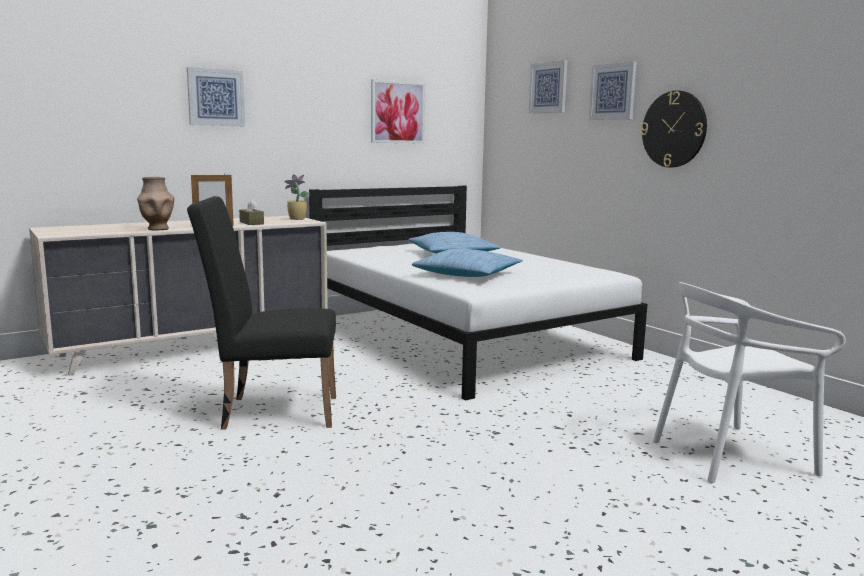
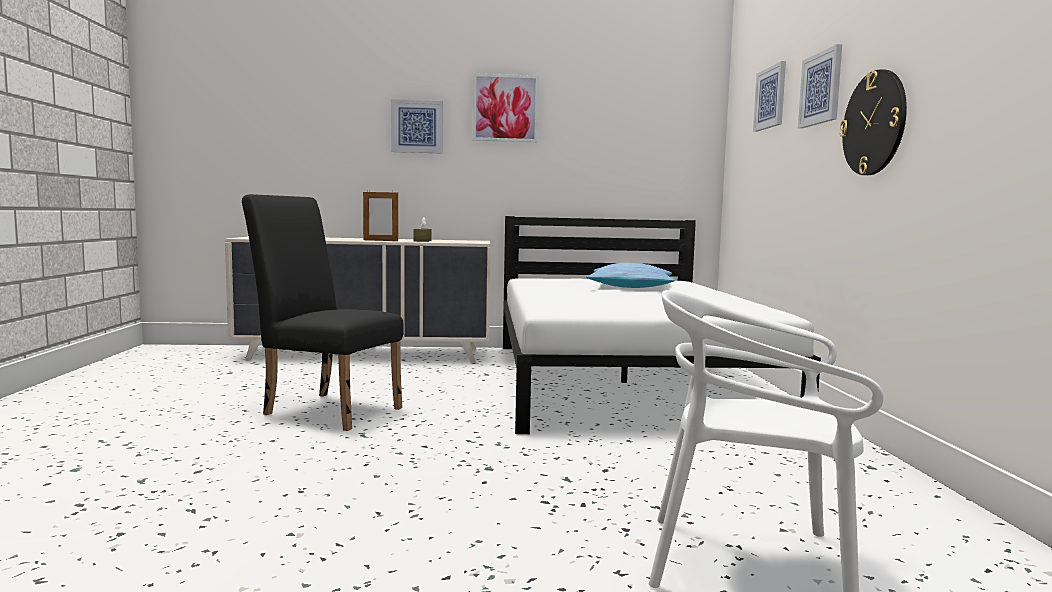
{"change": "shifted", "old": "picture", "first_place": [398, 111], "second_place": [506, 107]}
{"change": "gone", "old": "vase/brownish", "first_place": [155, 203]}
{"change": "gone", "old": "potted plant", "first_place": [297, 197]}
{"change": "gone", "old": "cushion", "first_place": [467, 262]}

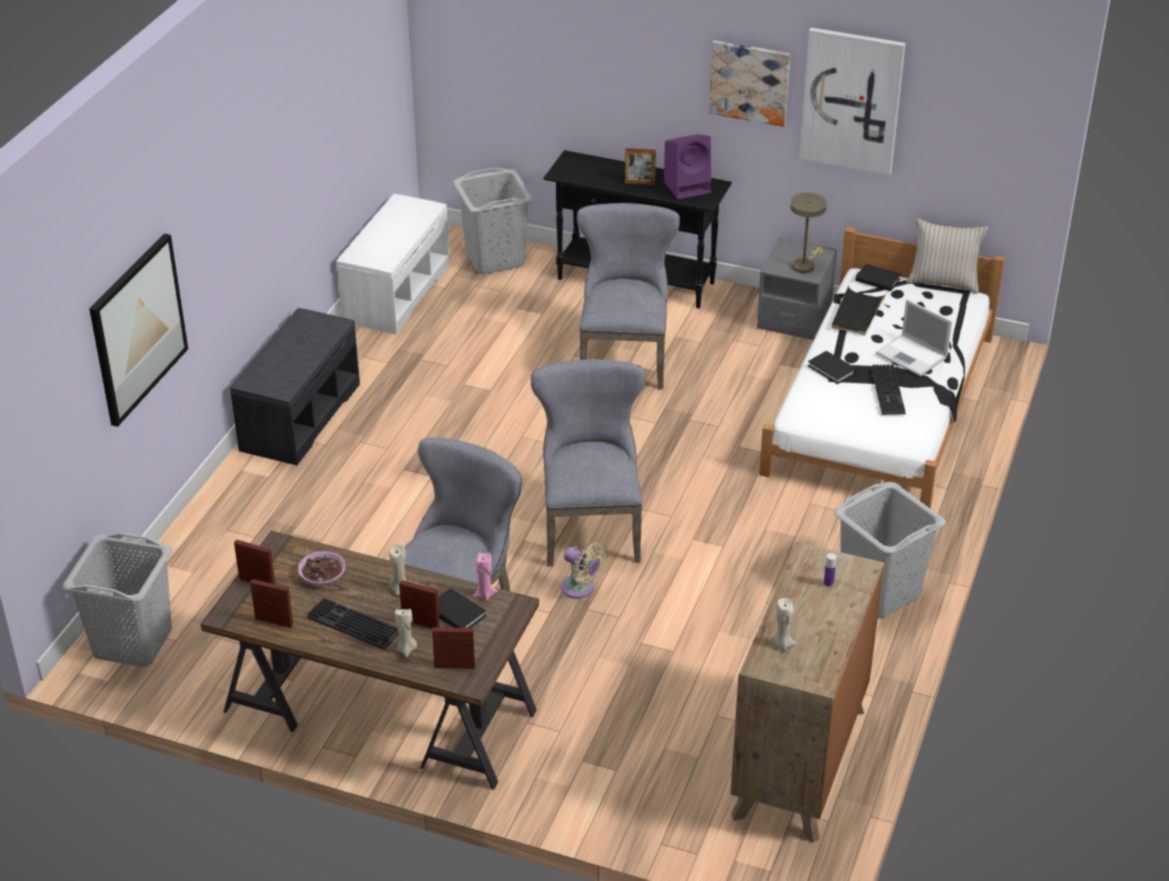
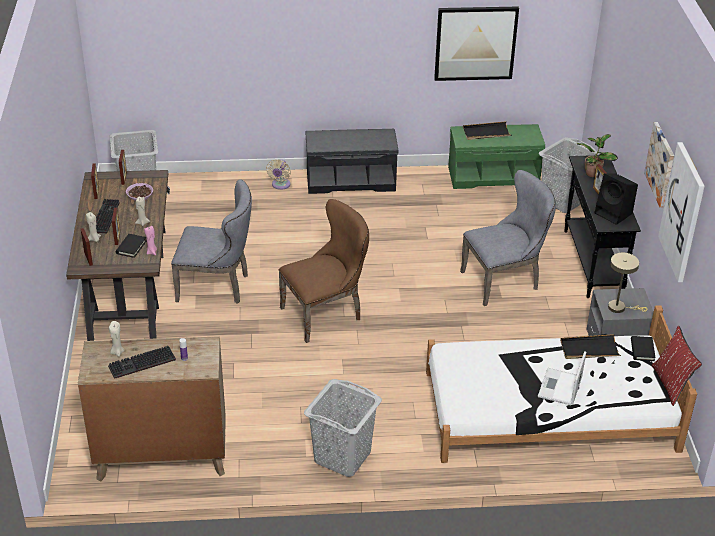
{"change": "shifted", "old": "PC keyboard", "first_place": [888, 389], "second_place": [142, 362]}
{"change": "shifted", "old": "fan/beige-coloured", "first_place": [583, 571], "second_place": [278, 174]}
{"change": "repainted", "old": "upright chair/grey", "new": "upright chair/brownish", "first_place": [588, 462], "second_place": [324, 271]}
{"change": "shifted", "old": "picture", "first_place": [138, 330], "second_place": [476, 44]}
{"change": "repainted", "old": "long seat/white-coloured", "new": "long seat/green", "first_place": [393, 264], "second_place": [496, 156]}
{"change": "new", "new": "tray/blackish", "second_place": [487, 130]}
{"change": "new", "new": "potted plant", "second_place": [597, 155]}
{"change": "repainted", "old": "speaker/purplish", "new": "speaker/blackish", "first_place": [687, 166], "second_place": [616, 199]}
{"change": "repainted", "old": "cushion/beige-coloured", "new": "cushion/red-coloured", "first_place": [947, 256], "second_place": [677, 366]}
{"change": "gone", "old": "bound book/blackish", "first_place": [832, 367]}

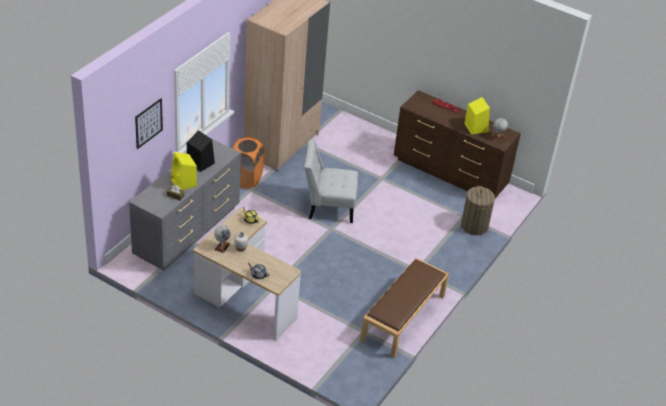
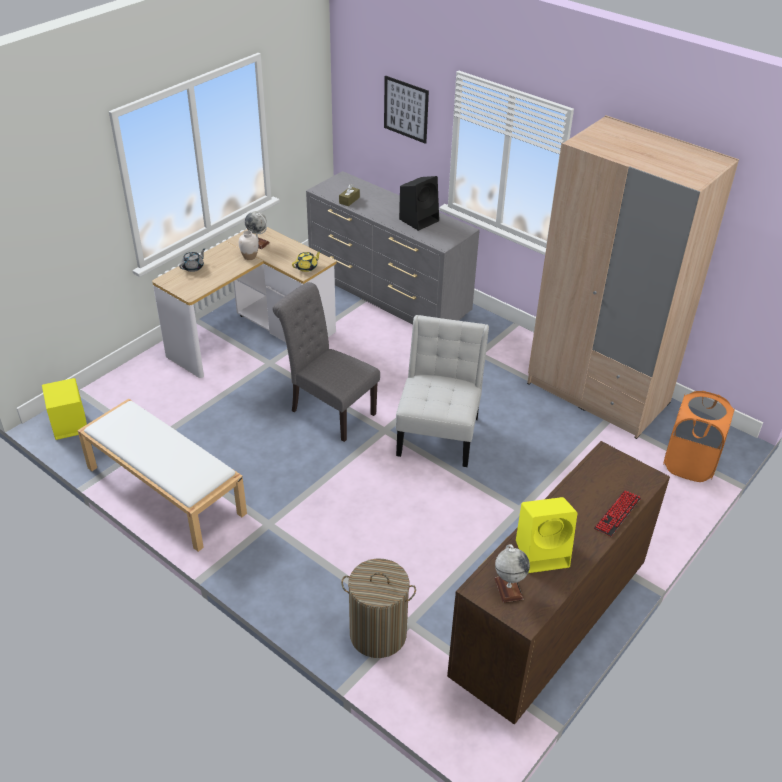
{"change": "shifted", "old": "speaker/yellowish", "first_place": [184, 171], "second_place": [64, 409]}
{"change": "repainted", "old": "long seat/brownish", "new": "long seat/white-coloured", "first_place": [404, 308], "second_place": [162, 475]}
{"change": "new", "new": "upright chair/grey", "second_place": [326, 362]}
{"change": "shifted", "old": "hamper/orange-coloured", "first_place": [248, 162], "second_place": [699, 436]}

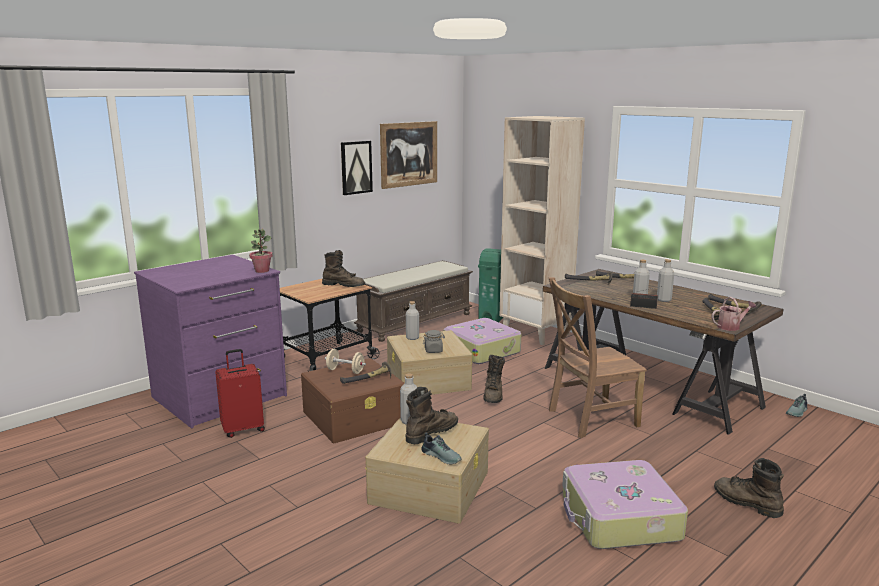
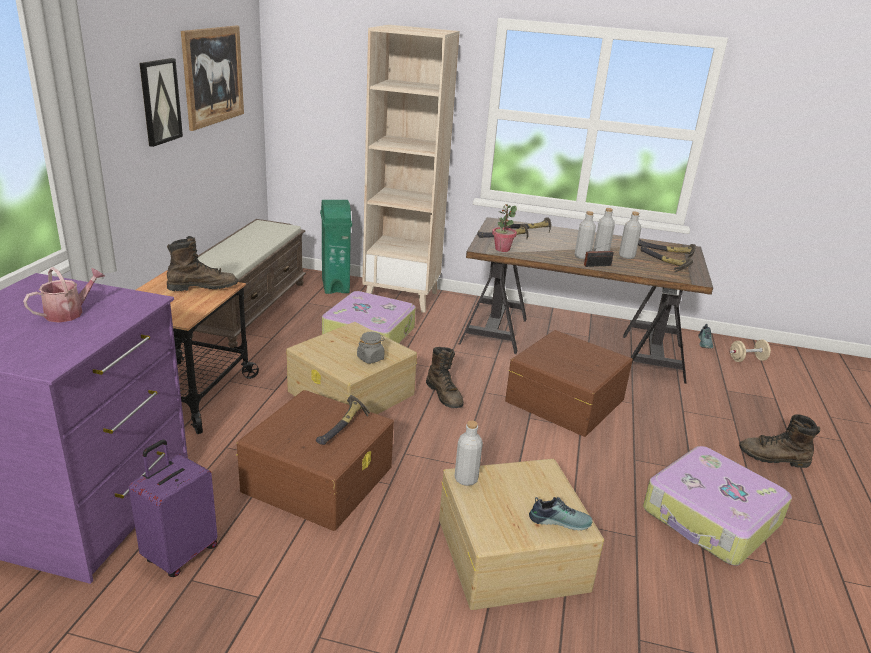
{"change": "shifted", "old": "watering pot", "first_place": [734, 314], "second_place": [64, 295]}
{"change": "repainted", "old": "piece of luggage/red-coloured", "new": "piece of luggage/purplish", "first_place": [240, 393], "second_place": [173, 508]}
{"change": "shifted", "old": "potted plant", "first_place": [261, 251], "second_place": [504, 228]}
{"change": "swapped", "old": "upright chair/brownish", "new": "storage bin/brownish", "first_place": [597, 357], "second_place": [569, 383]}
{"change": "shifted", "old": "bottle/grey", "first_place": [412, 320], "second_place": [630, 235]}
{"change": "shifted", "old": "dumbbell/beige-coloured", "first_place": [345, 361], "second_place": [750, 351]}
{"change": "gone", "old": "tall boot/brownish", "first_place": [432, 415]}

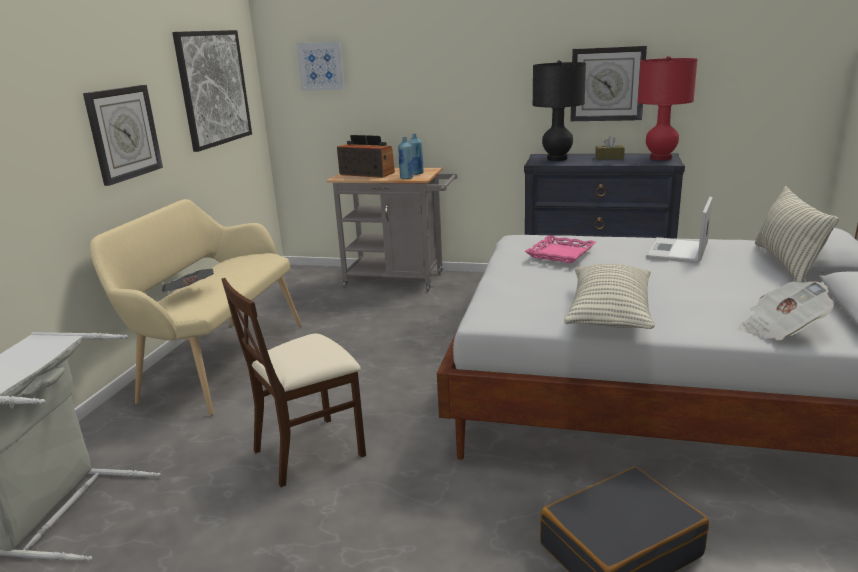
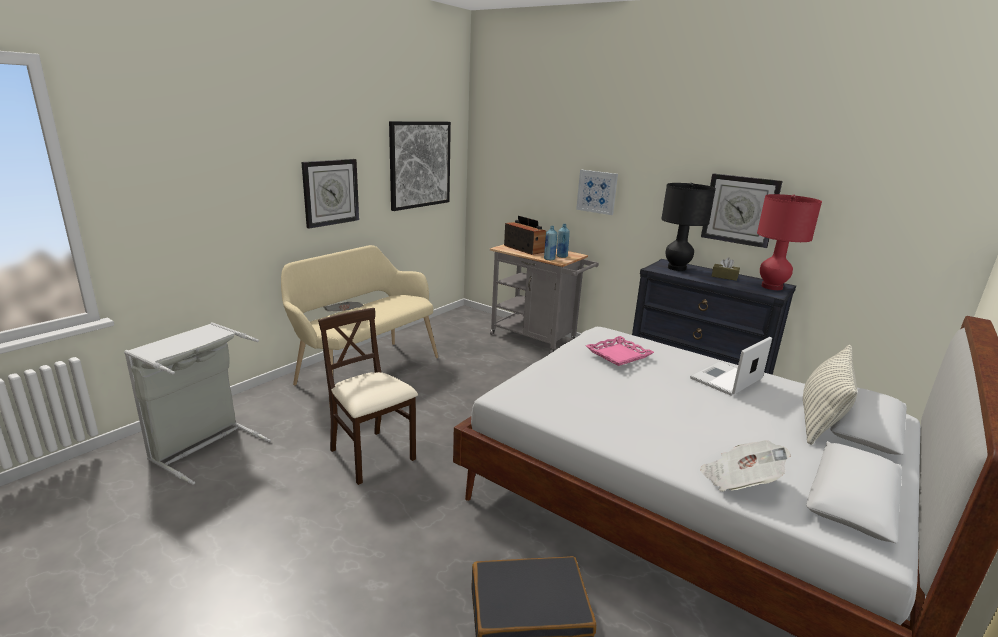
{"change": "rotated", "old": "upright chair/beige-coloured", "first_place": [293, 382], "second_place": [368, 396], "degrees": 60}
{"change": "shifted", "old": "picture", "first_place": [320, 66], "second_place": [597, 192]}
{"change": "gone", "old": "cushion", "first_place": [609, 296]}

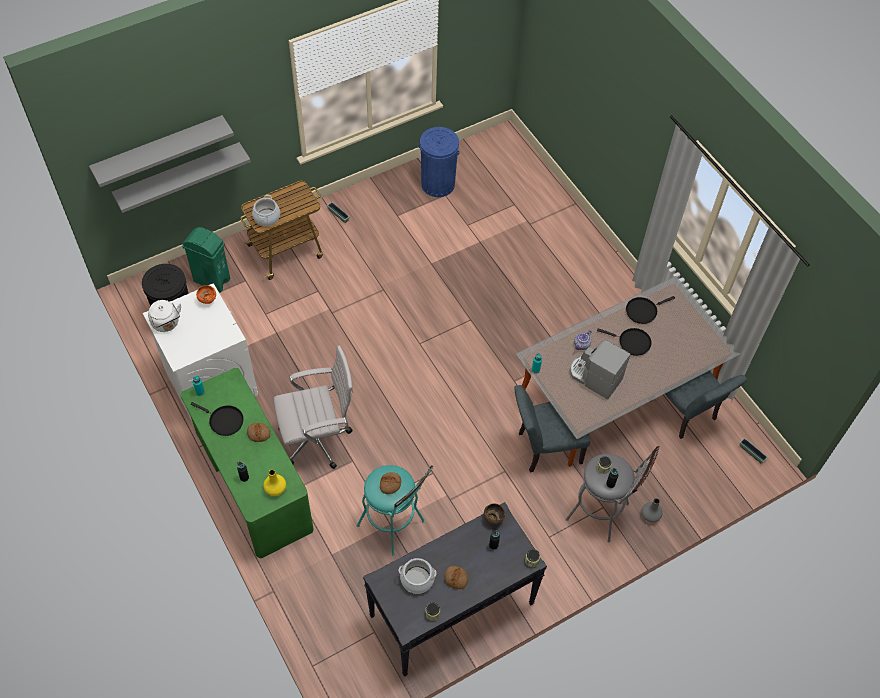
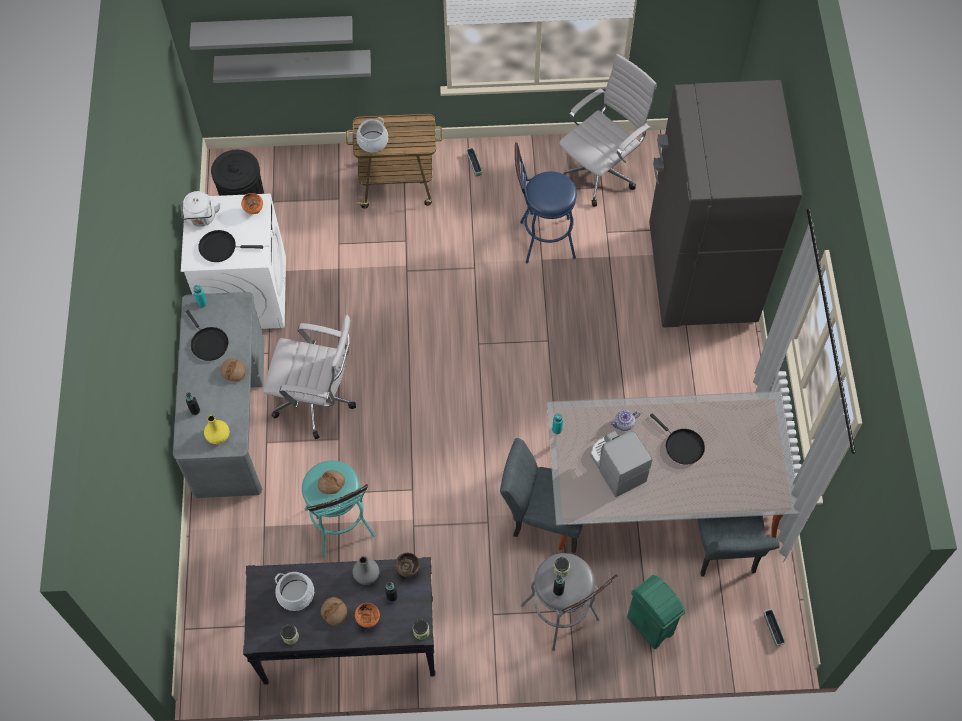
{"change": "repainted", "old": "desk unit/green", "new": "desk unit/grey", "first_place": [247, 463], "second_place": [219, 395]}
{"change": "shifted", "old": "skillet/blackish", "first_place": [650, 310], "second_place": [230, 246]}
{"change": "shifted", "old": "vase/grey", "first_place": [652, 510], "second_place": [366, 570]}
{"change": "new", "new": "serving bowl/orange-coloured", "second_place": [367, 615]}
{"change": "new", "new": "sitting stool/blue", "second_place": [546, 202]}
{"change": "swapped", "old": "waste bin/blue", "new": "computer chair/white-coloured", "first_place": [439, 162], "second_place": [608, 130]}
{"change": "shifted", "old": "waste bin/green", "first_place": [206, 260], "second_place": [656, 612]}
{"change": "new", "new": "fridge/grey", "second_place": [725, 204]}

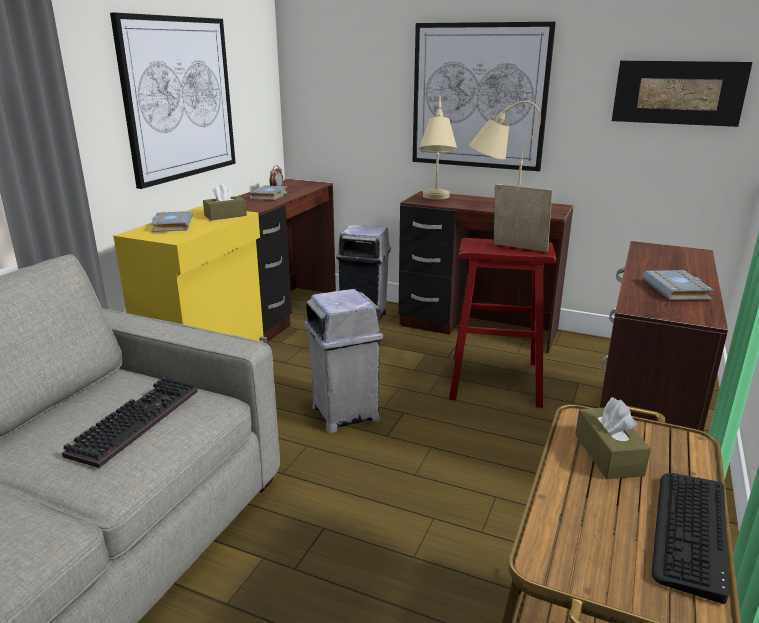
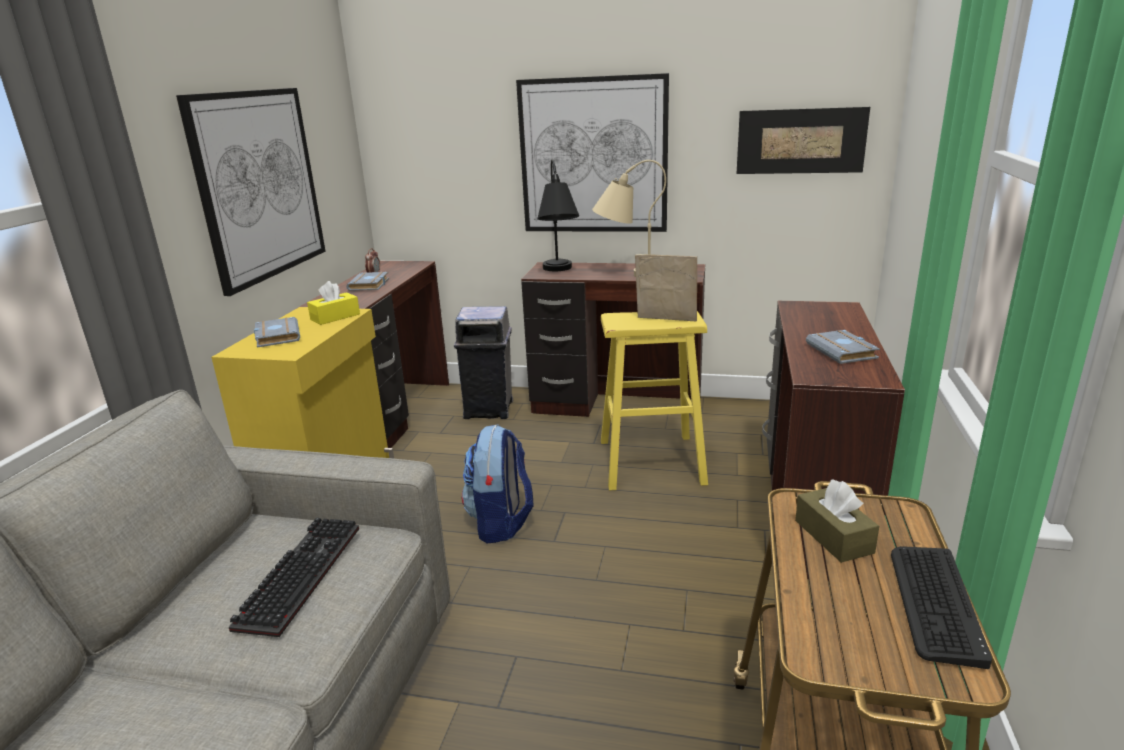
{"change": "repainted", "old": "box of tissues/brownish", "new": "box of tissues/yellowish", "first_place": [225, 202], "second_place": [333, 303]}
{"change": "swapped", "old": "waste bin/grey", "new": "knapsack", "first_place": [343, 361], "second_place": [498, 484]}
{"change": "repainted", "old": "lamp for a table/beige-coloured", "new": "lamp for a table/blackish", "first_place": [438, 148], "second_place": [558, 215]}
{"change": "repainted", "old": "sitting stool/red-coloured", "new": "sitting stool/yellowish", "first_place": [502, 323], "second_place": [654, 400]}

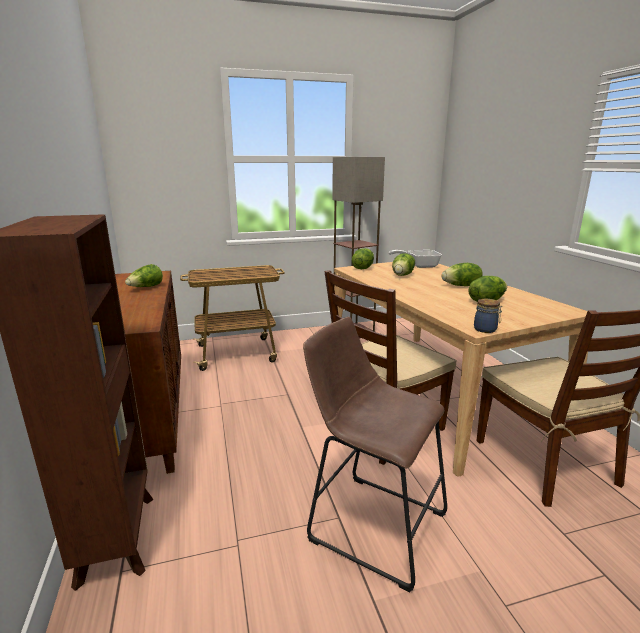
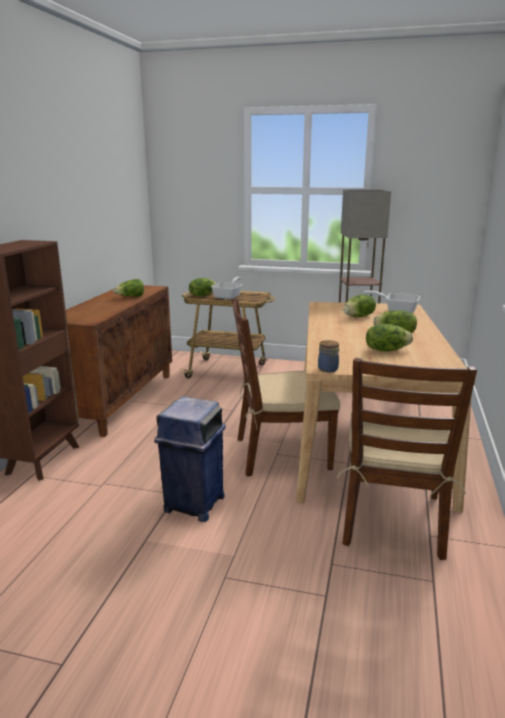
{"change": "swapped", "old": "sitting stool/brownish", "new": "waste bin/blue", "first_place": [375, 454], "second_place": [190, 459]}
{"change": "shifted", "old": "lettuce head", "first_place": [363, 258], "second_place": [203, 287]}
{"change": "new", "new": "skillet", "second_place": [226, 288]}

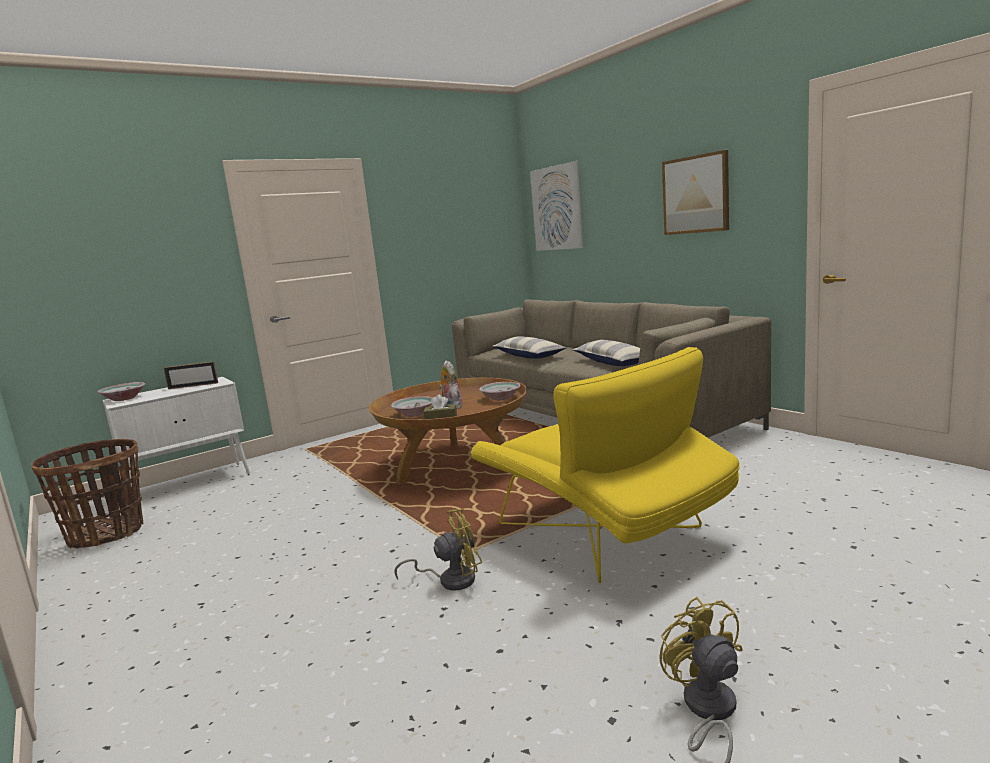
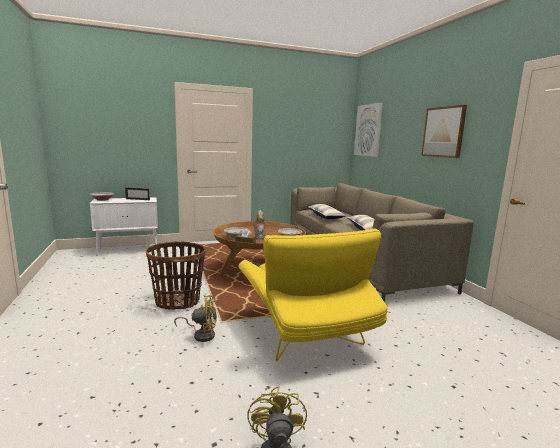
{"change": "shifted", "old": "household basket", "first_place": [87, 494], "second_place": [176, 276]}

